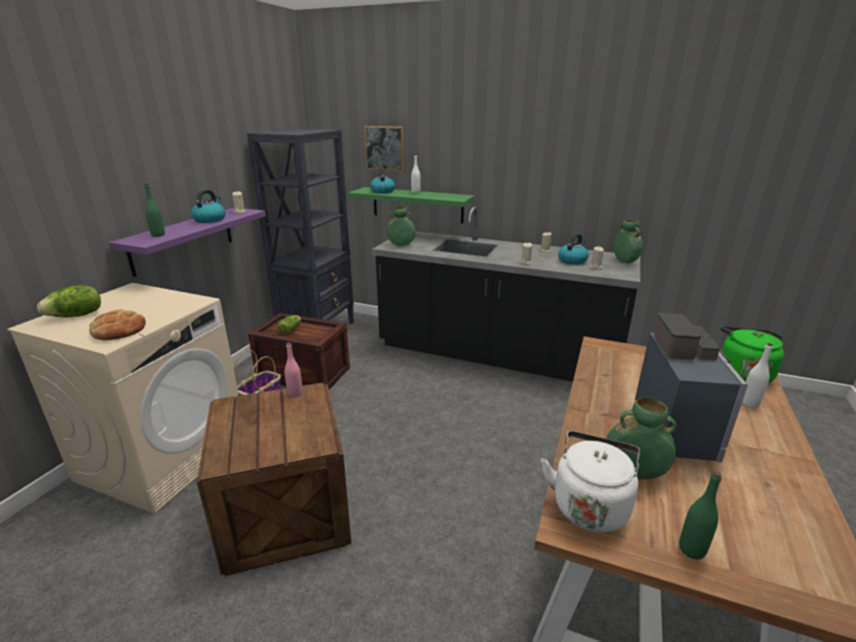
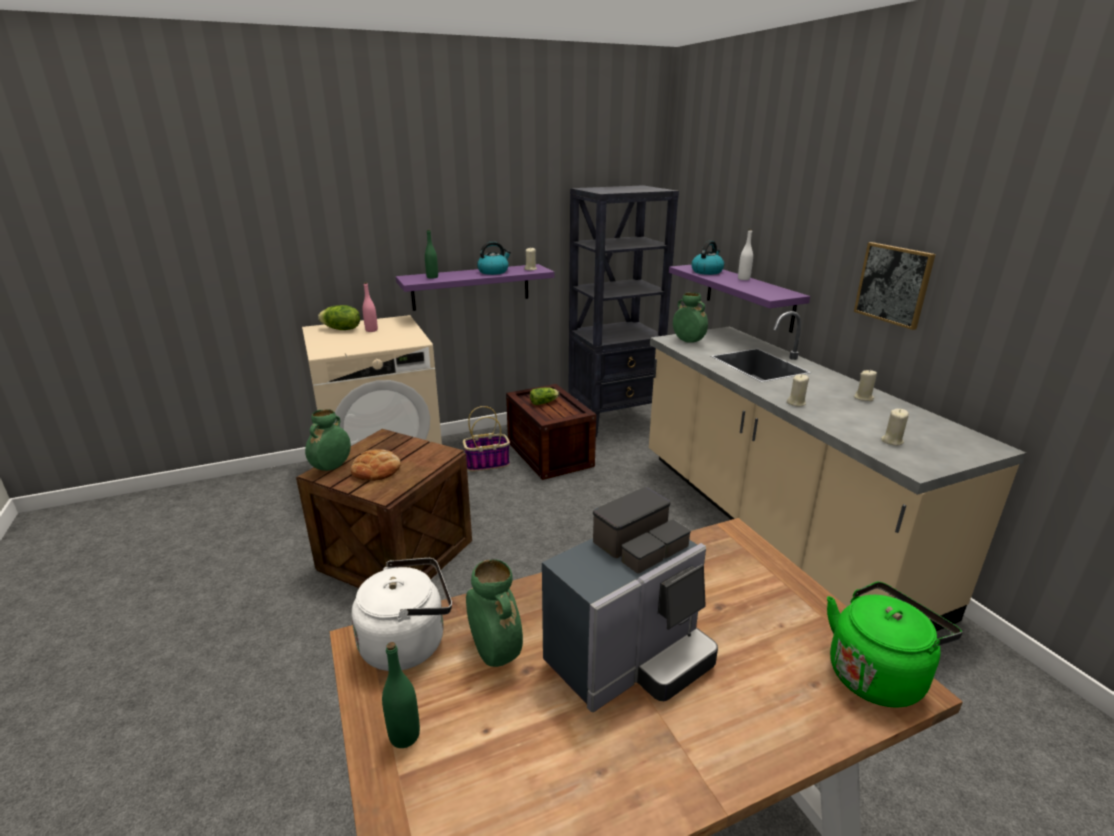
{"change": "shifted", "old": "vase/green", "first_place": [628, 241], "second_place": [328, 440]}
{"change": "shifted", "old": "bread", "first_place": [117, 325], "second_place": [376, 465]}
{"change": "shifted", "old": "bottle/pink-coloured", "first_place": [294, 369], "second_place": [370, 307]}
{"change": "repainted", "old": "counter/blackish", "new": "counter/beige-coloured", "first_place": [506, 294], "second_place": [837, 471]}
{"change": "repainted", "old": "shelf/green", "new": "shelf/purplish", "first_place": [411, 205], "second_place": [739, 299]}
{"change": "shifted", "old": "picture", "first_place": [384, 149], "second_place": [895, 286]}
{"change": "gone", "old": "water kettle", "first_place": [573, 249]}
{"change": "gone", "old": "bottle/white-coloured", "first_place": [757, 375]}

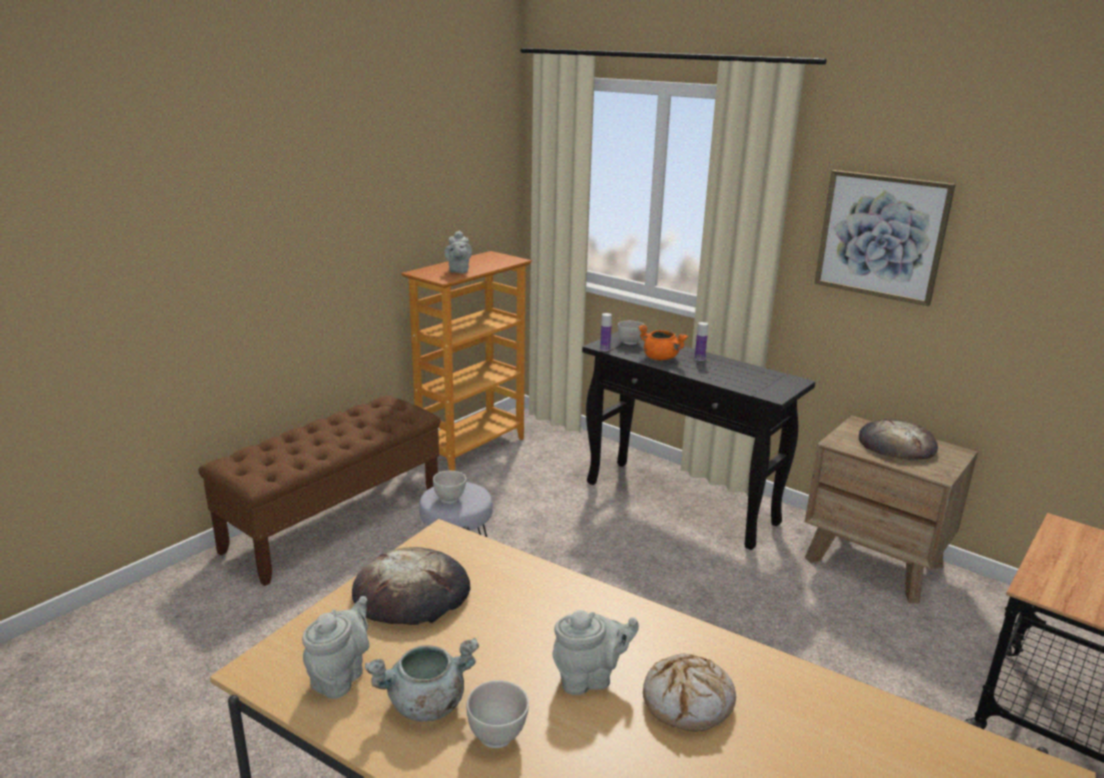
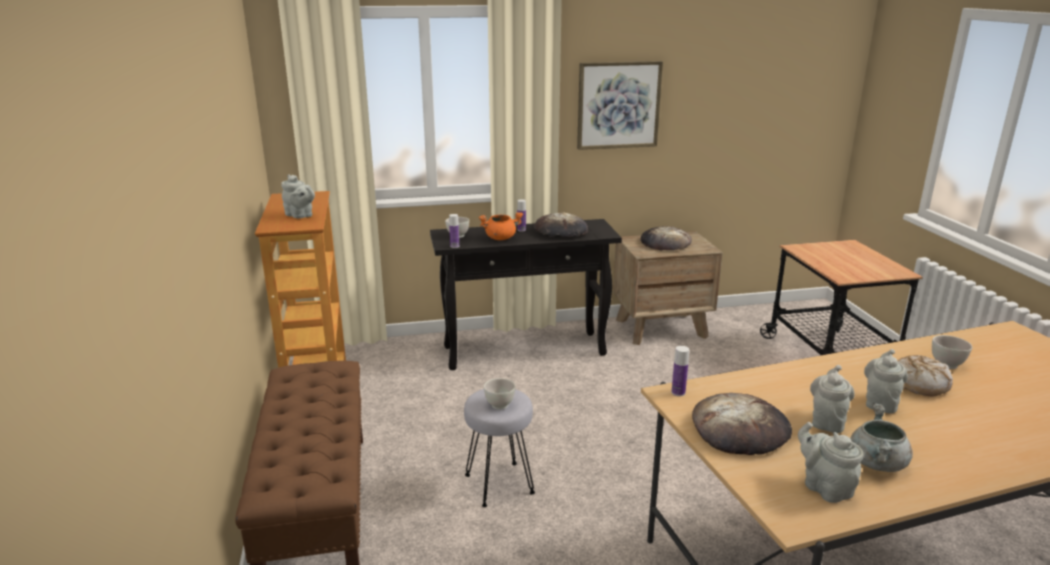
{"change": "new", "new": "bread", "second_place": [561, 224]}
{"change": "new", "new": "bottle", "second_place": [680, 371]}
{"change": "new", "new": "teapot/grey", "second_place": [832, 399]}
{"change": "shifted", "old": "serving bowl/white-coloured", "first_place": [497, 714], "second_place": [952, 352]}

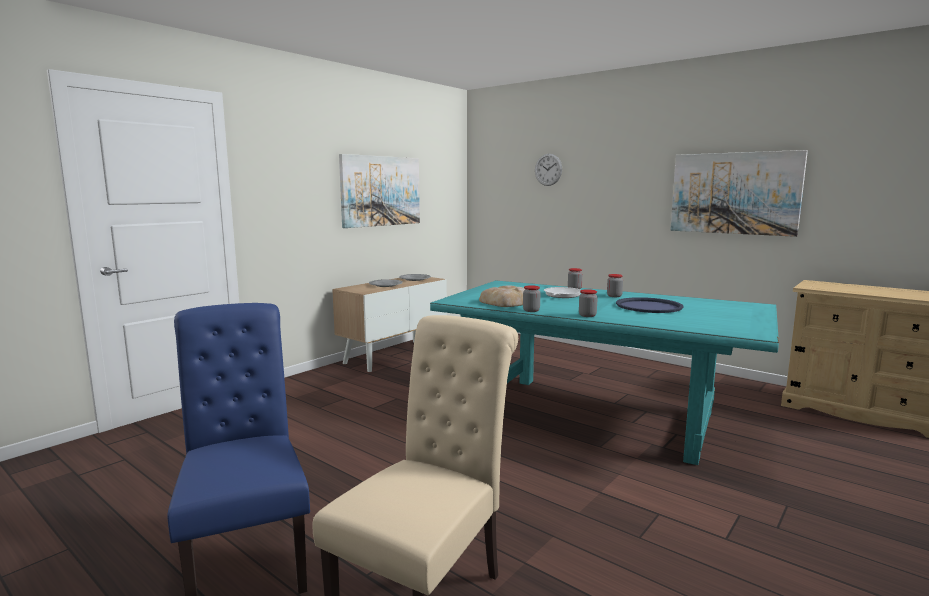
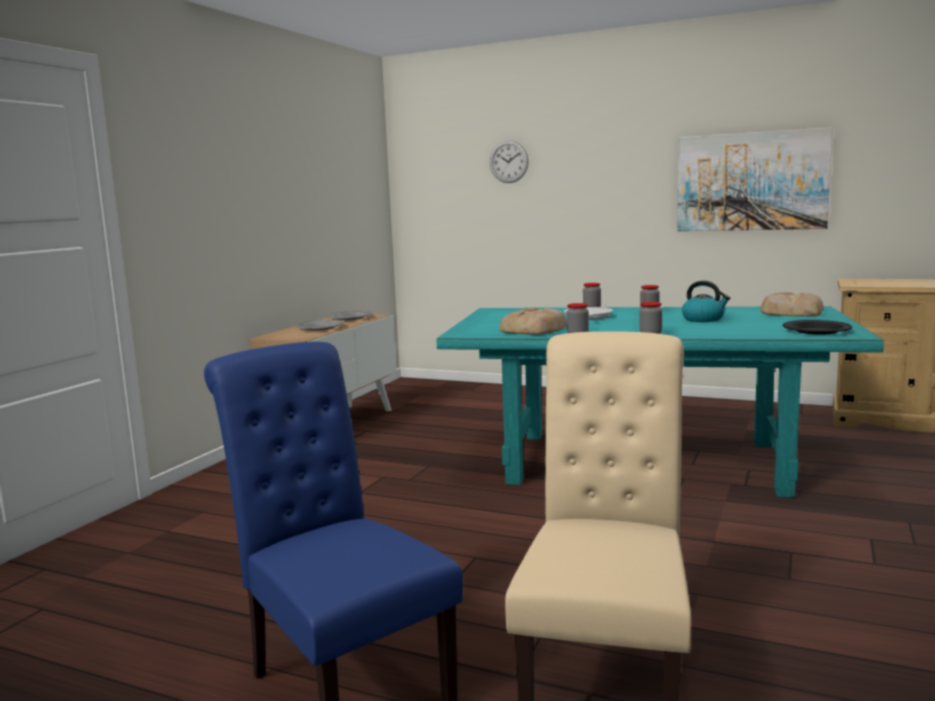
{"change": "swapped", "old": "tray/blue", "new": "water kettle", "first_place": [650, 305], "second_place": [706, 301]}
{"change": "new", "new": "bread", "second_place": [792, 304]}
{"change": "new", "new": "dinner plate/blackish", "second_place": [817, 327]}
{"change": "gone", "old": "picture", "first_place": [379, 191]}

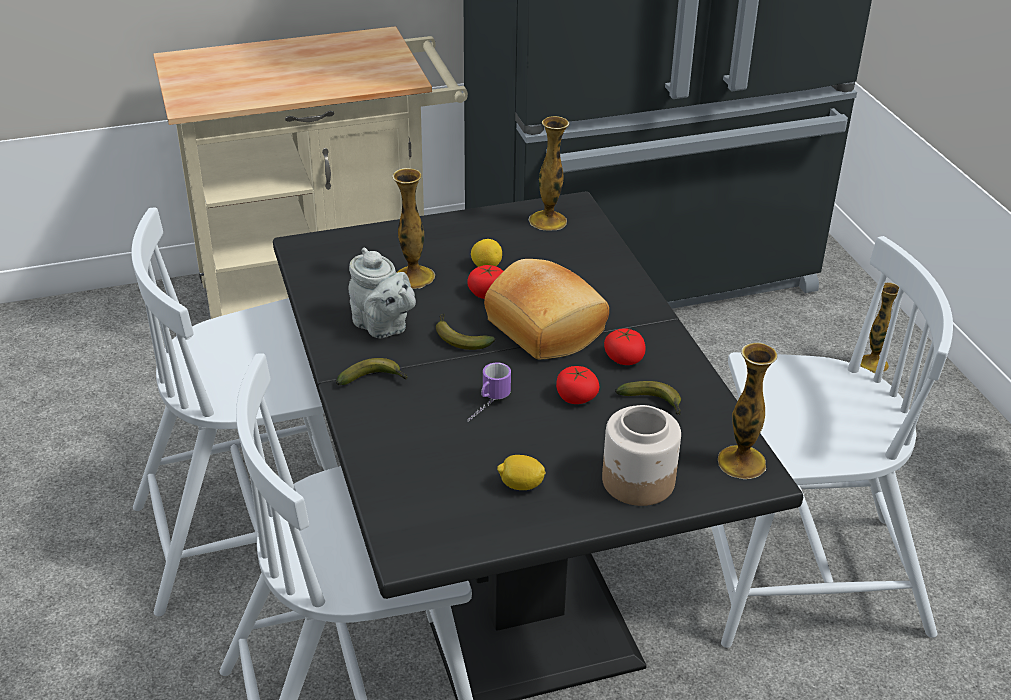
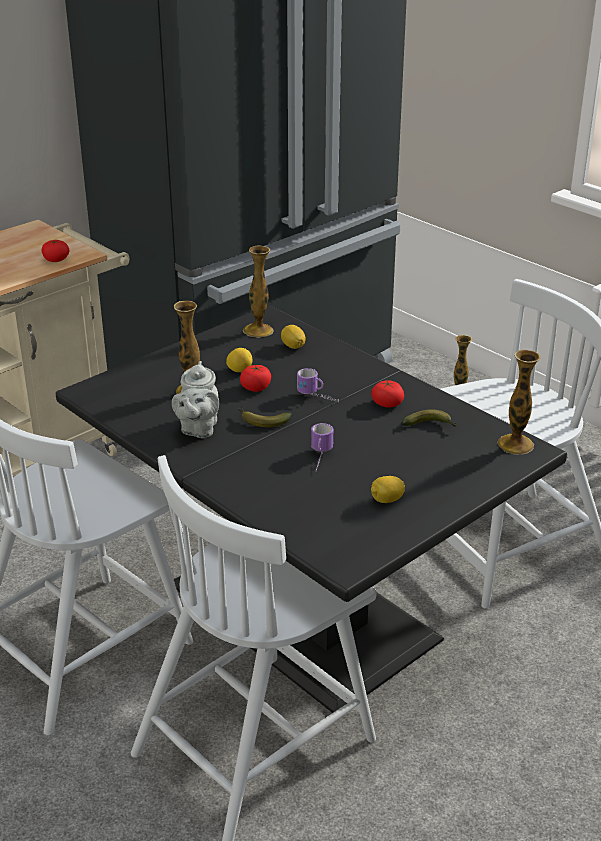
{"change": "shifted", "old": "tomato", "first_place": [578, 385], "second_place": [55, 251]}
{"change": "rotated", "old": "teapot/grey", "first_place": [382, 292], "second_place": [195, 399], "degrees": 75}
{"change": "new", "new": "citrus fruit", "second_place": [293, 337]}
{"change": "swapped", "old": "bread", "new": "mug", "first_place": [546, 309], "second_place": [318, 385]}
{"change": "gone", "old": "whole banana", "first_place": [372, 371]}
{"change": "gone", "old": "storage jar", "first_place": [641, 455]}

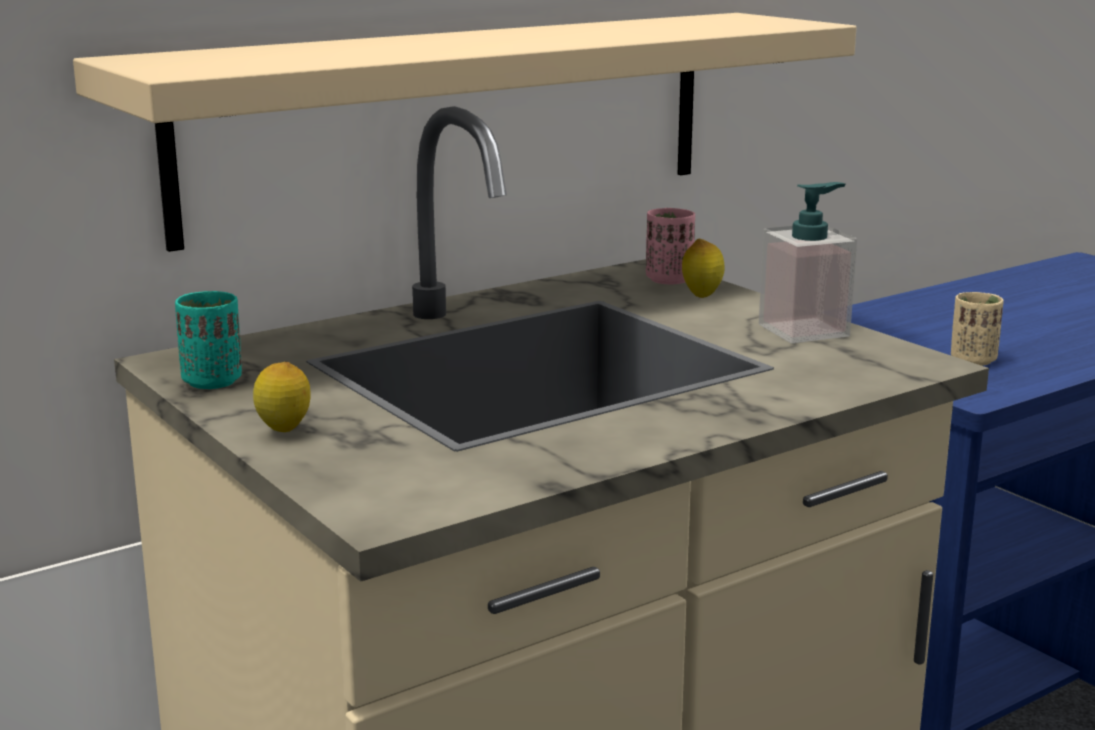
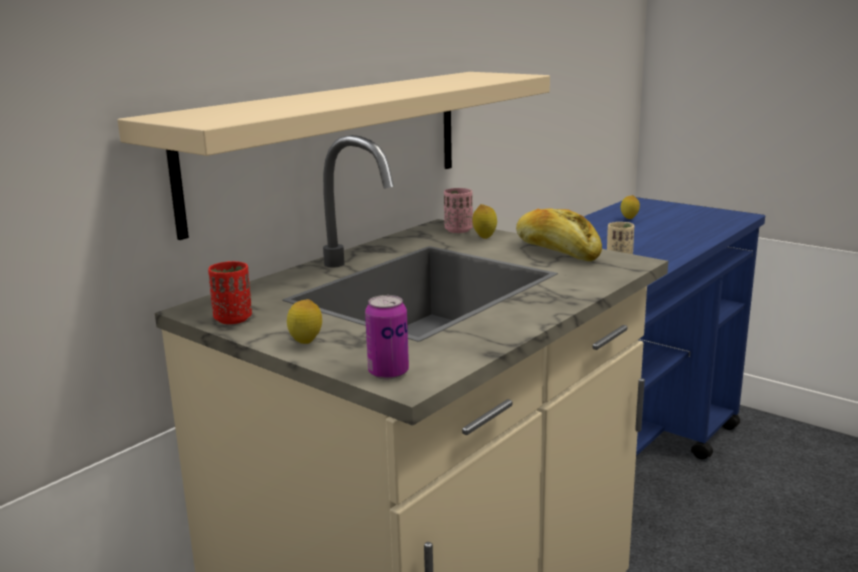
{"change": "repainted", "old": "small cup/turquoise", "new": "small cup/red-coloured", "first_place": [208, 340], "second_place": [230, 292]}
{"change": "new", "new": "metal can", "second_place": [387, 337]}
{"change": "swapped", "old": "soap bottle", "new": "bread", "first_place": [808, 262], "second_place": [559, 234]}
{"change": "new", "new": "citrus fruit", "second_place": [630, 207]}

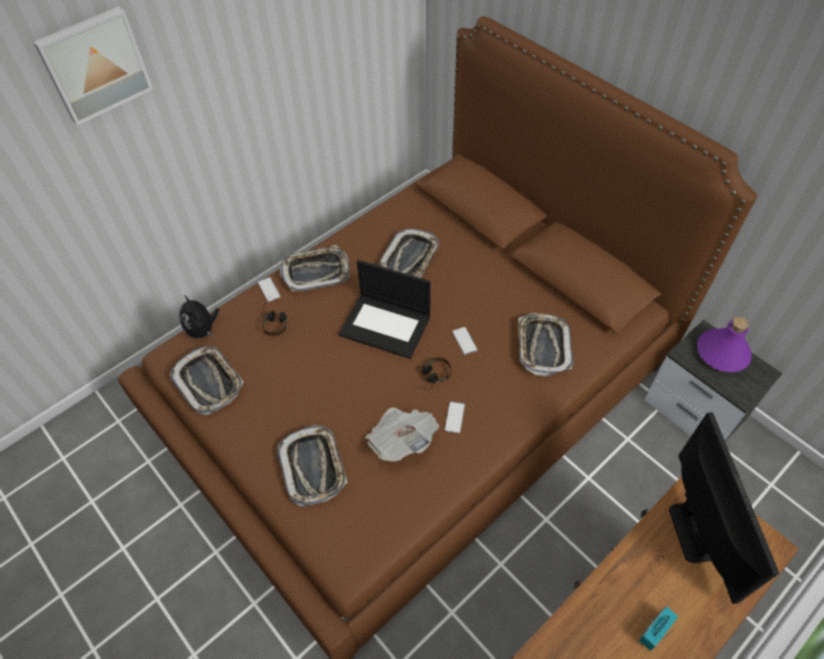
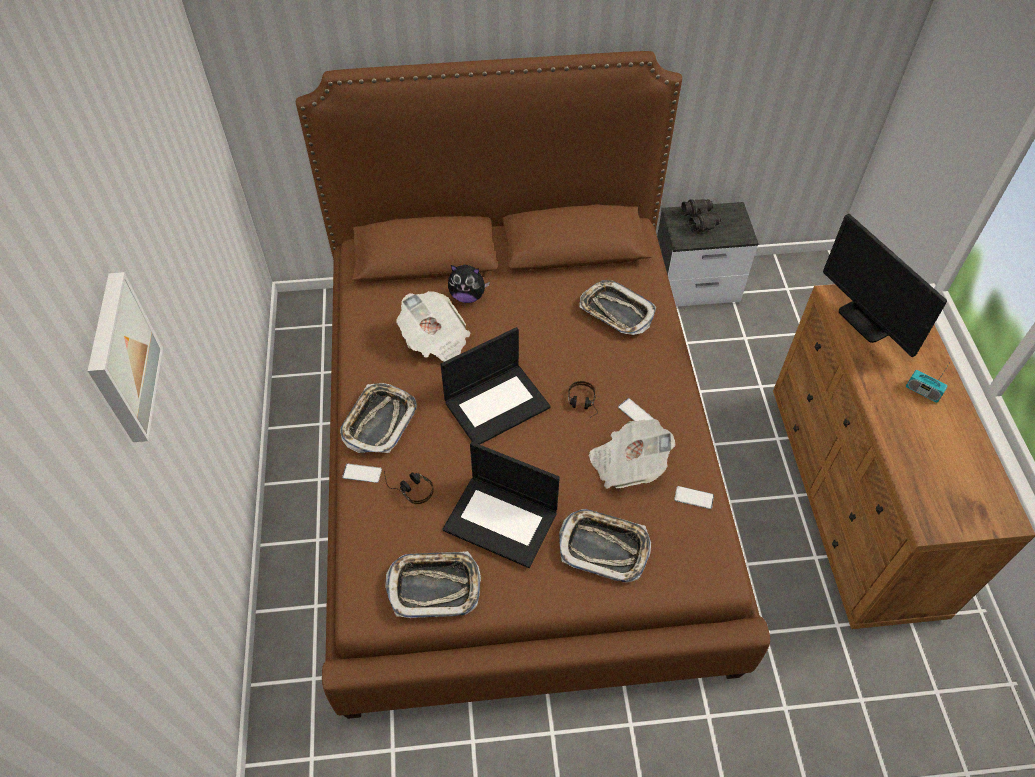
{"change": "swapped", "old": "tray", "new": "newspaper", "first_place": [409, 253], "second_place": [433, 326]}
{"change": "new", "new": "notebook computer", "second_place": [501, 505]}
{"change": "shifted", "old": "plush toy", "first_place": [199, 316], "second_place": [469, 284]}
{"change": "shifted", "old": "telephone", "first_place": [465, 341], "second_place": [694, 497]}
{"change": "swapped", "old": "bottle/purplish", "new": "field glasses/blackish", "first_place": [724, 344], "second_place": [701, 215]}
{"change": "rotated", "old": "monitor", "first_place": [724, 508], "second_place": [885, 285], "degrees": -150}
{"change": "rotated", "old": "radio set", "first_place": [658, 628], "second_place": [928, 382], "degrees": -45}

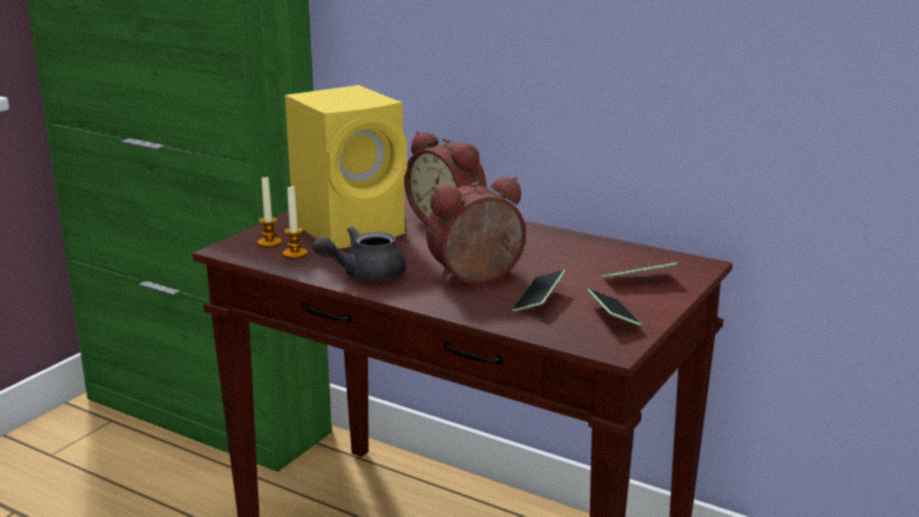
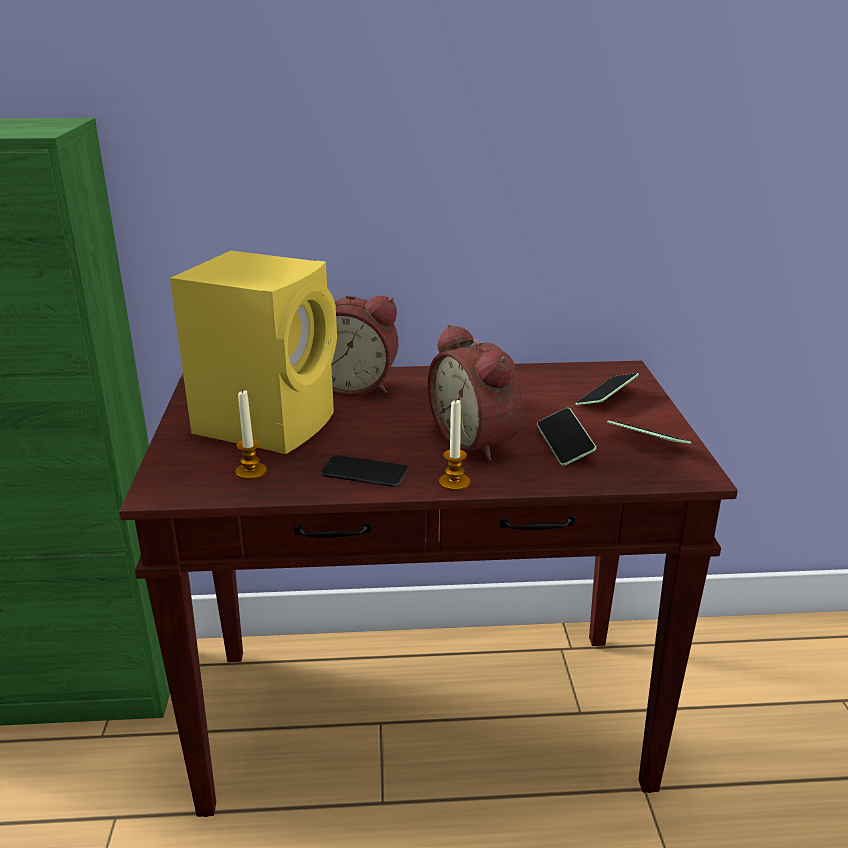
{"change": "swapped", "old": "teapot/grey", "new": "telephone", "first_place": [359, 254], "second_place": [365, 471]}
{"change": "rotated", "old": "table clock", "first_place": [476, 230], "second_place": [476, 392], "degrees": -60}
{"change": "shifted", "old": "wax candle", "first_place": [270, 212], "second_place": [454, 445]}

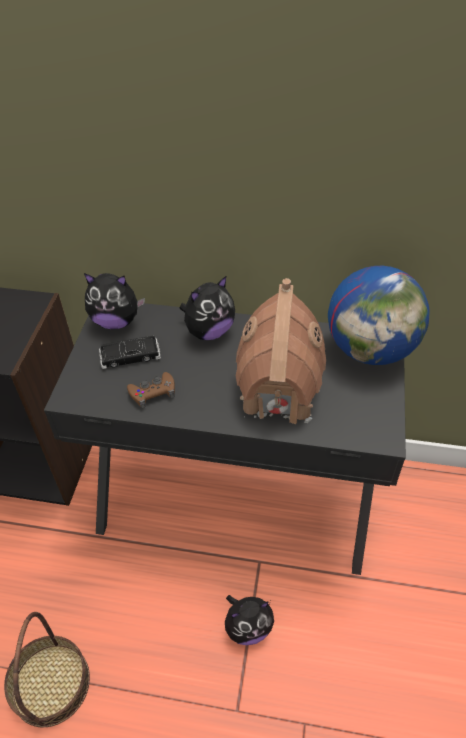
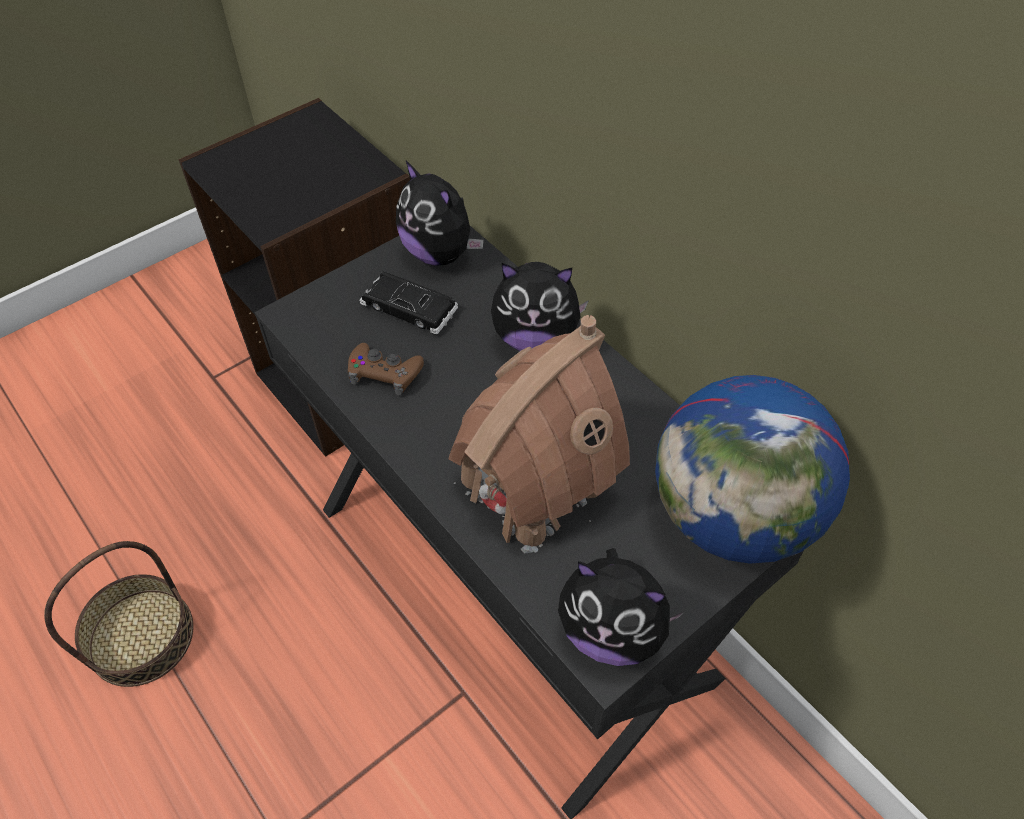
{"change": "shifted", "old": "plush toy", "first_place": [249, 620], "second_place": [622, 607]}

